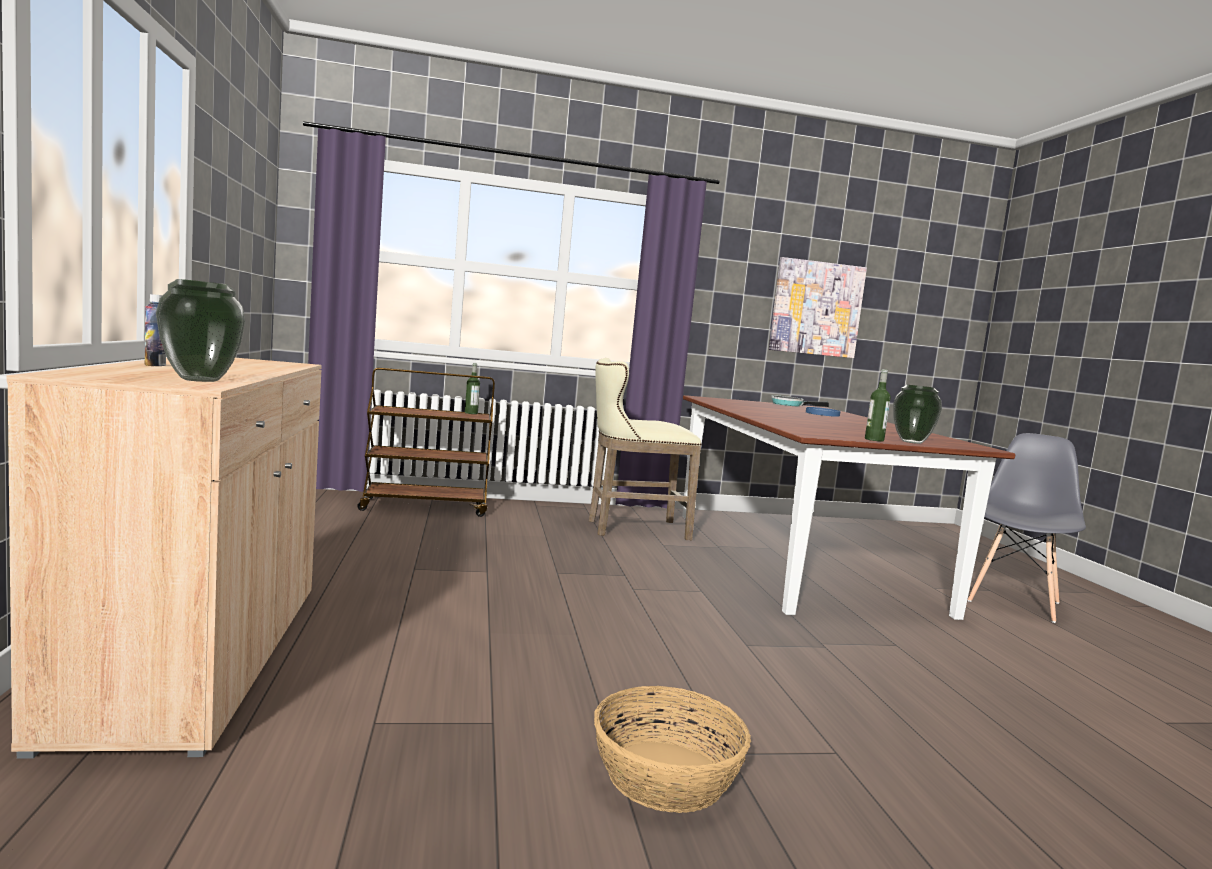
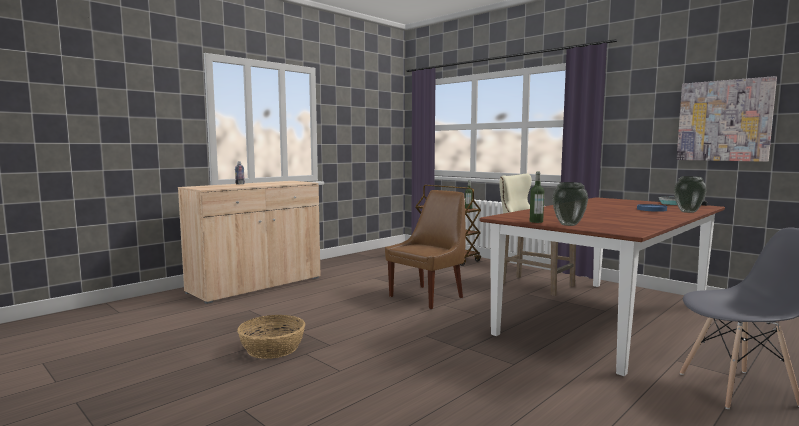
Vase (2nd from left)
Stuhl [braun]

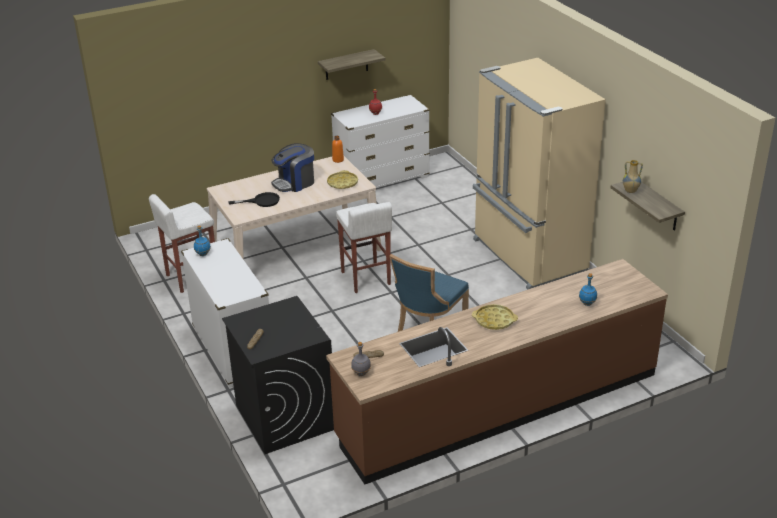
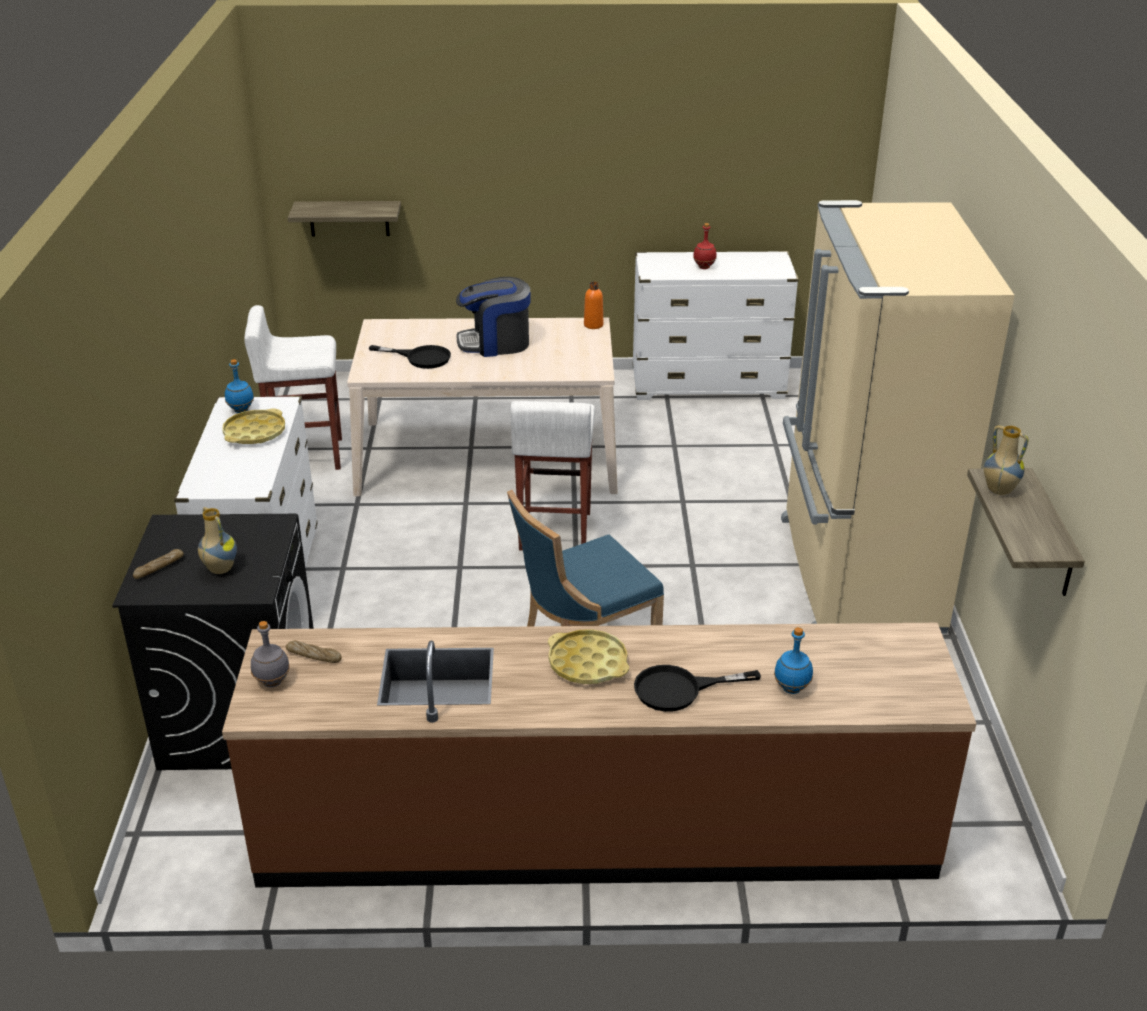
Wandregal (1st from left)
Tablett [gelb] (1st from left)
Vase (1st from left)
Pfanne [schwarz] (2nd from left)

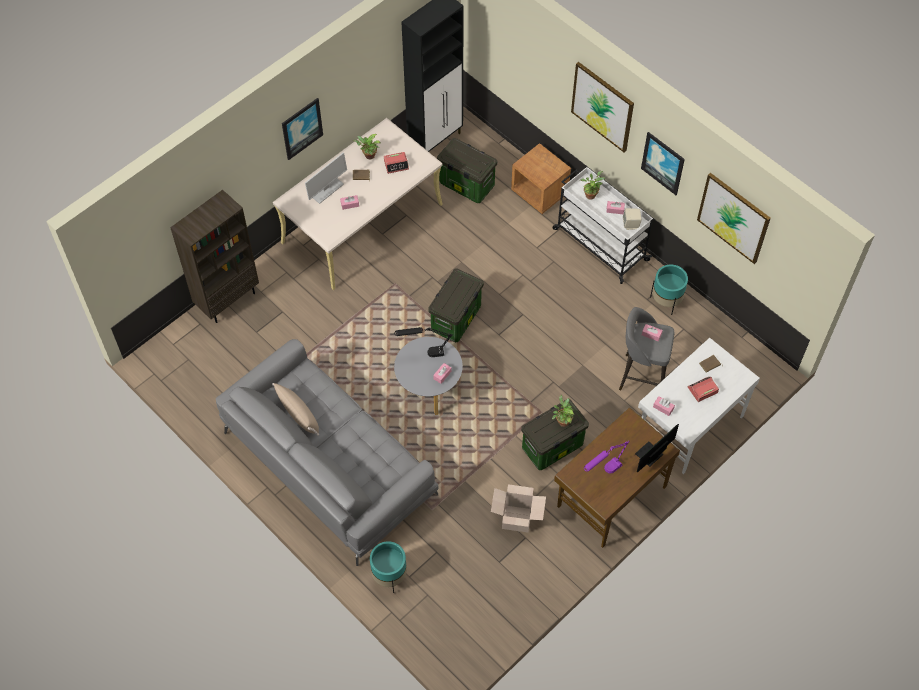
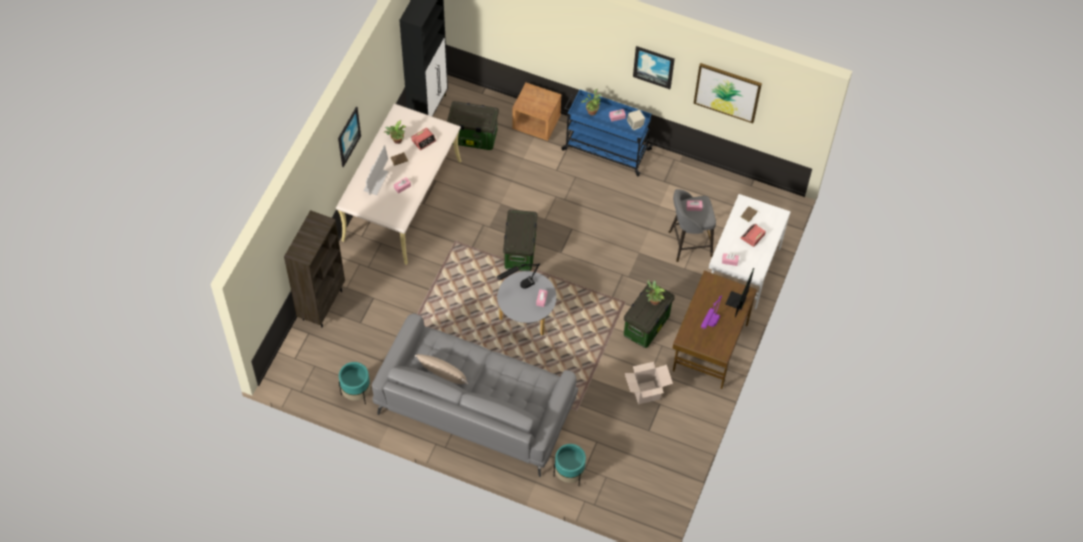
Bild (2nd from left in the first image)
Rollwagen [blau]
Pflanzkübel [türkis] (1st from left)

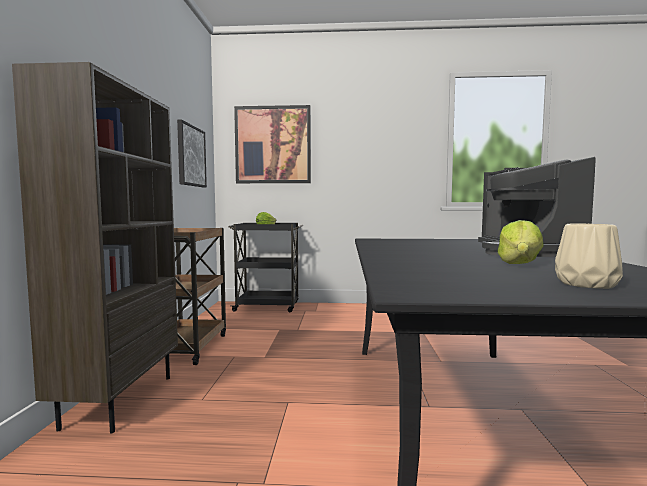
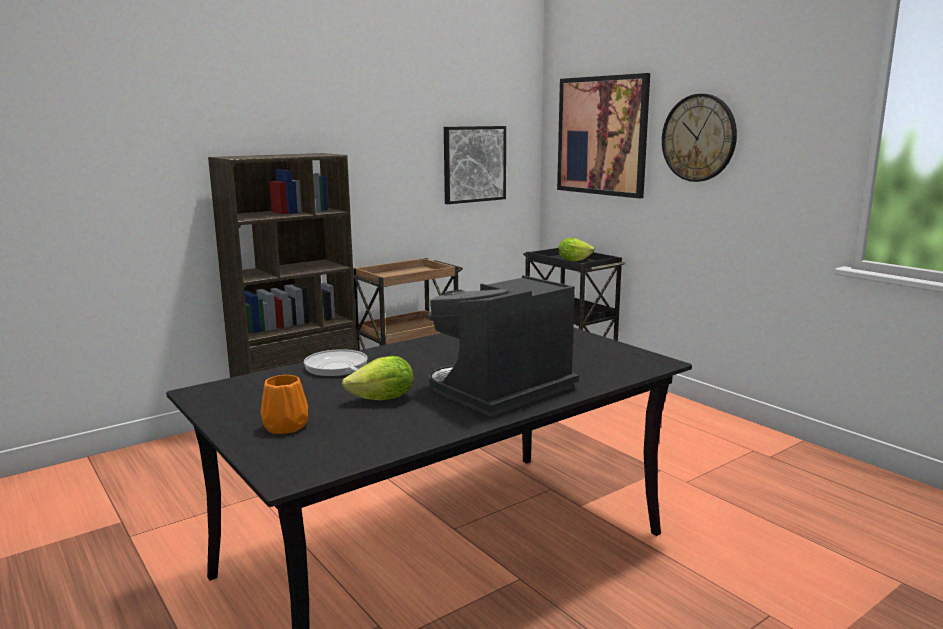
Vase [orange]
Wanduhr
Pfanne

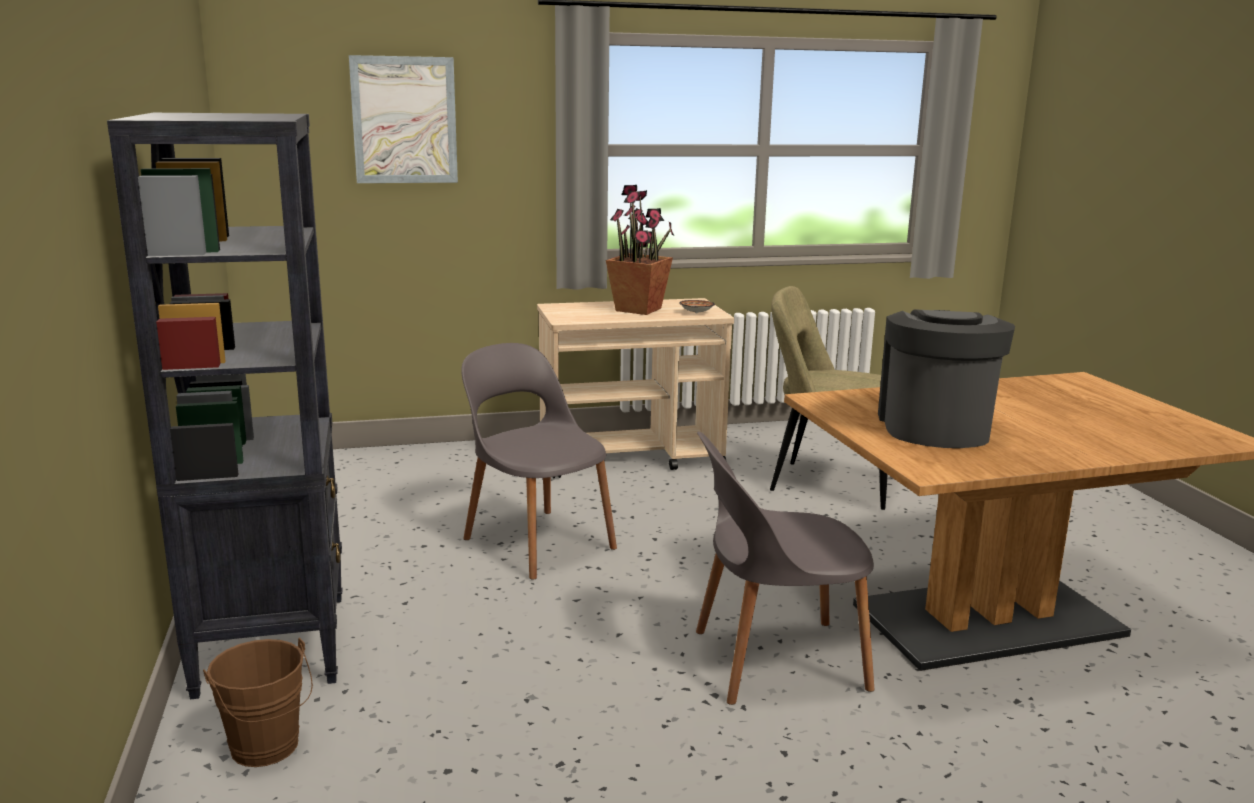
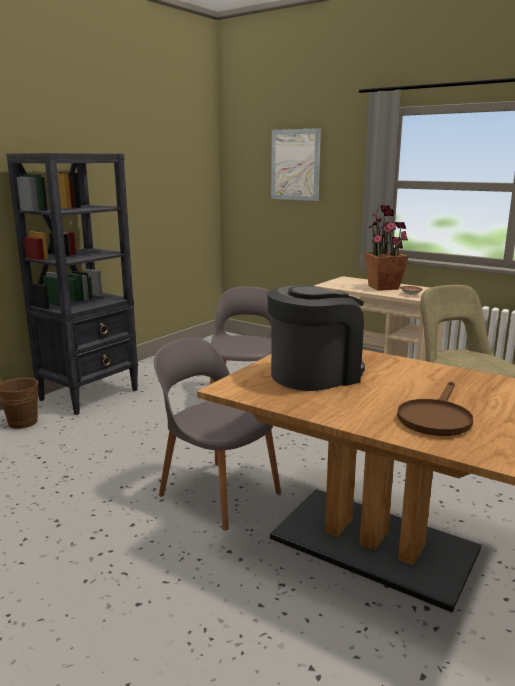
Pfanne [braun]

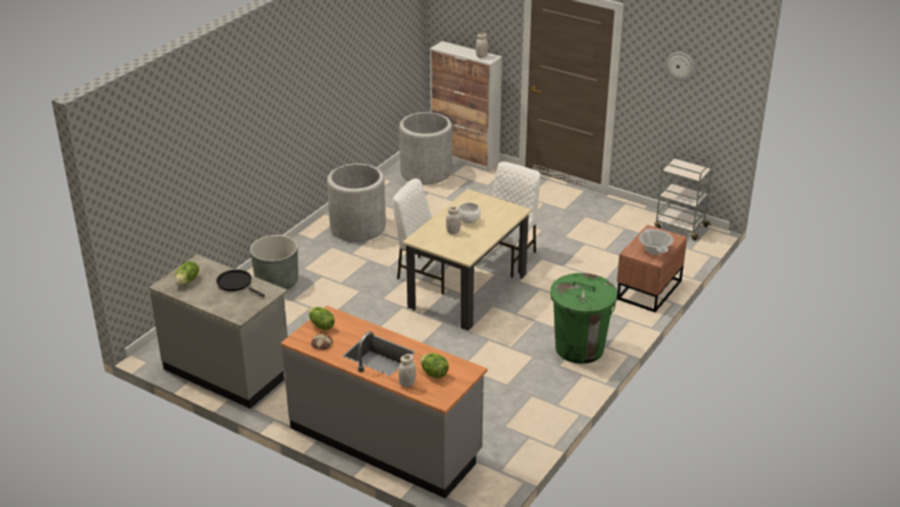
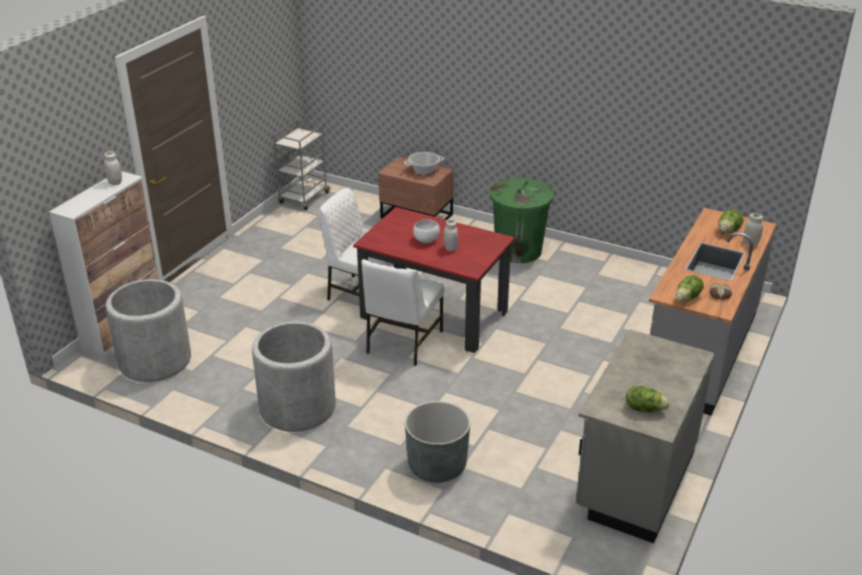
Wanduhr
Esstisch [rot]
Pfanne [schwarz]

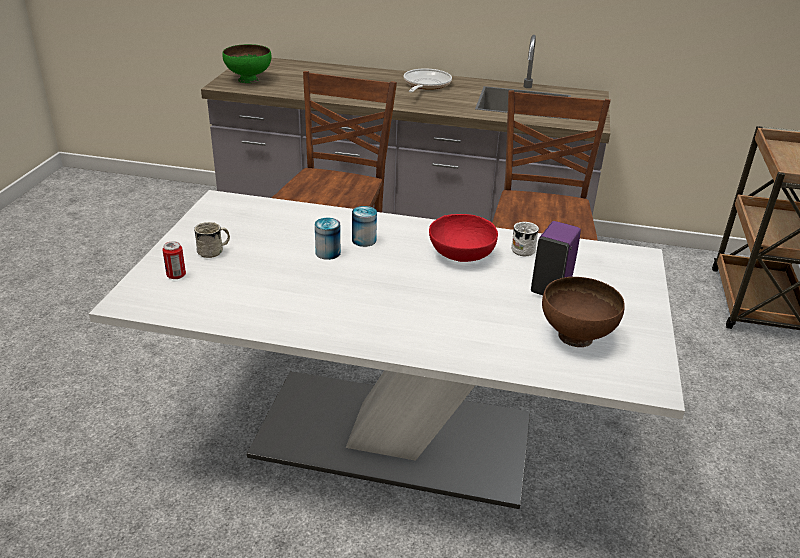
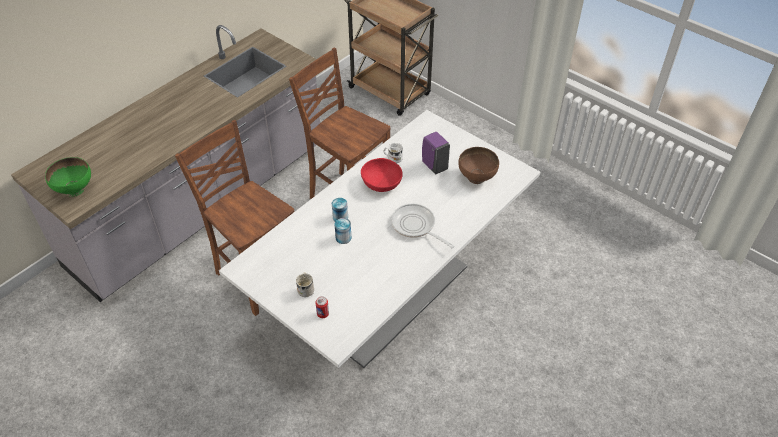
Pfanne

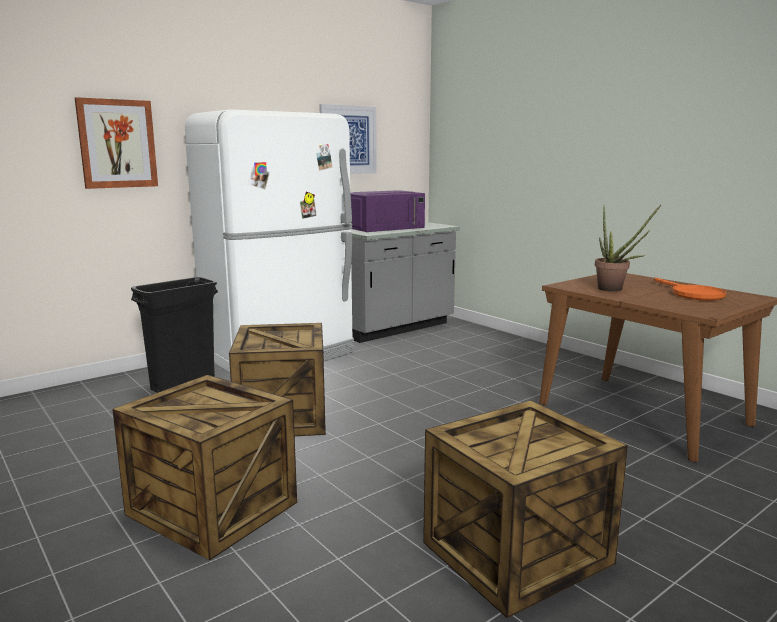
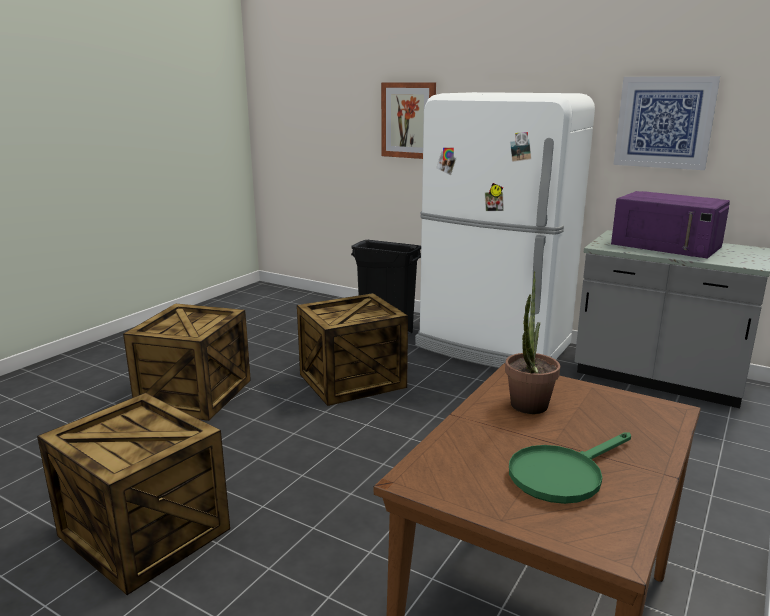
Pfanne [grün]

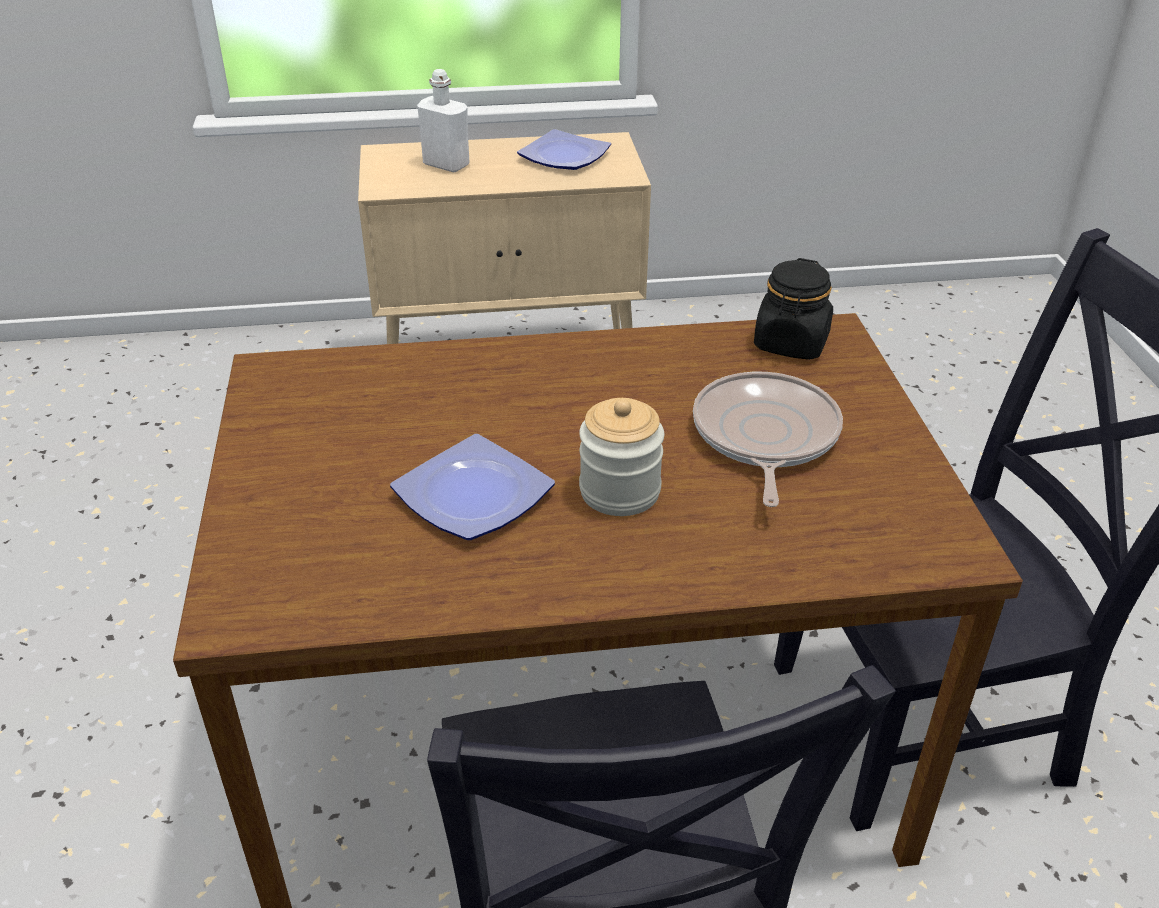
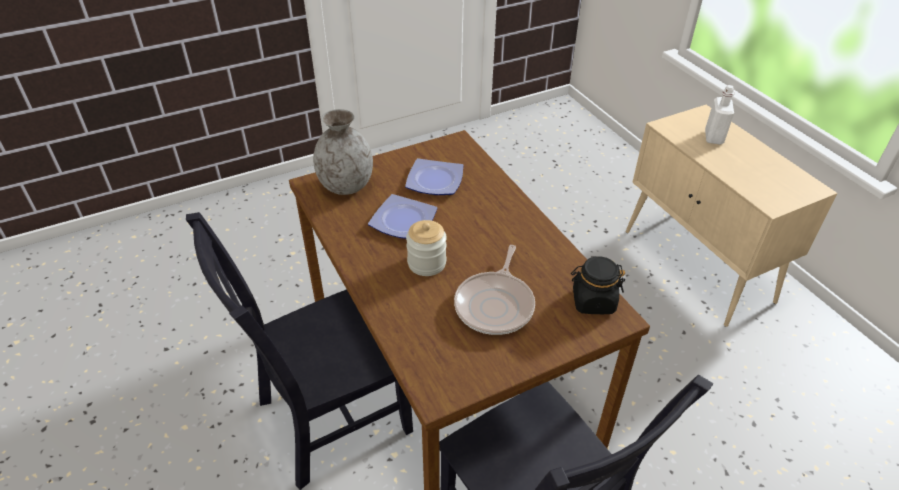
Teller (2nd from left)
Pfanne
Vase [grau]

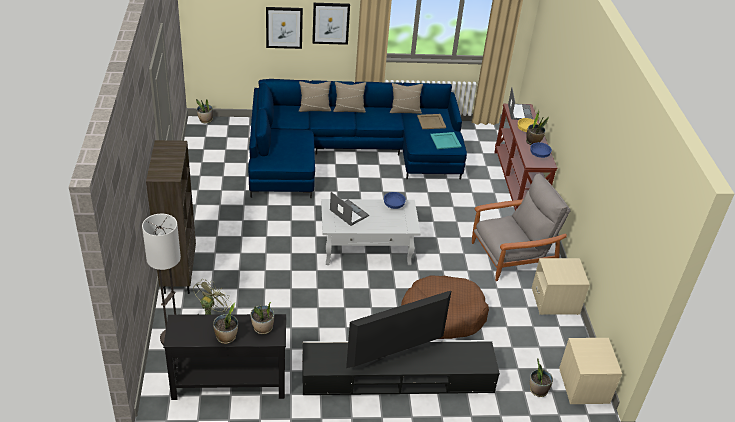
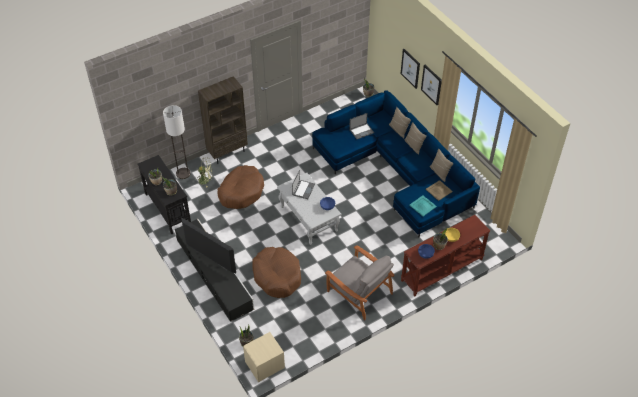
Laptop (2nd from left)
Nachttisch [beige] (1st from left in the first image)
Hundebett [braun] (1st from left)

